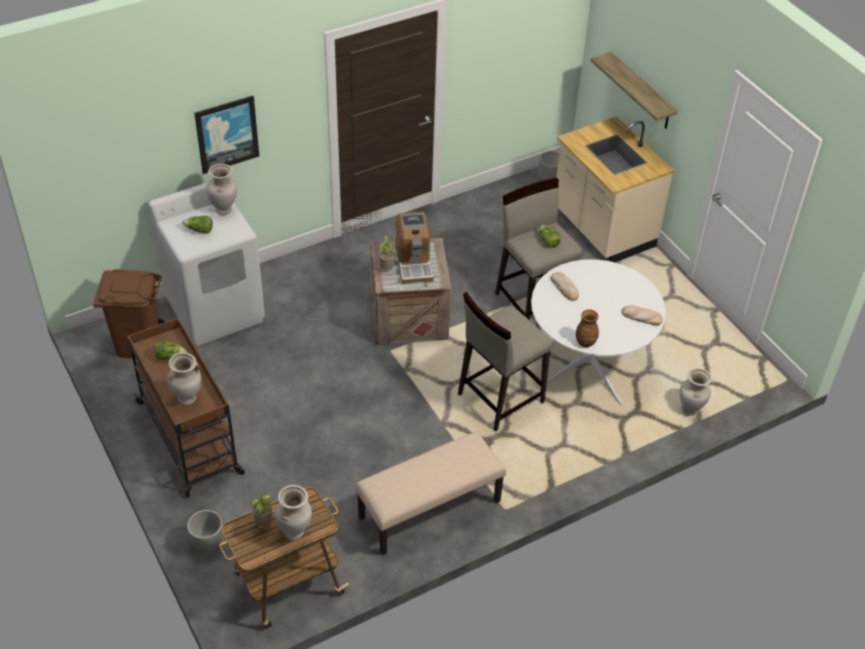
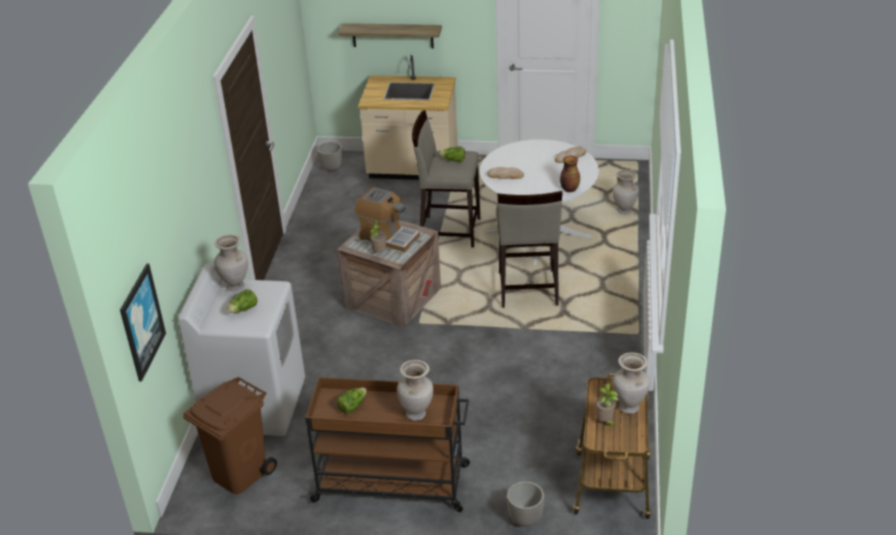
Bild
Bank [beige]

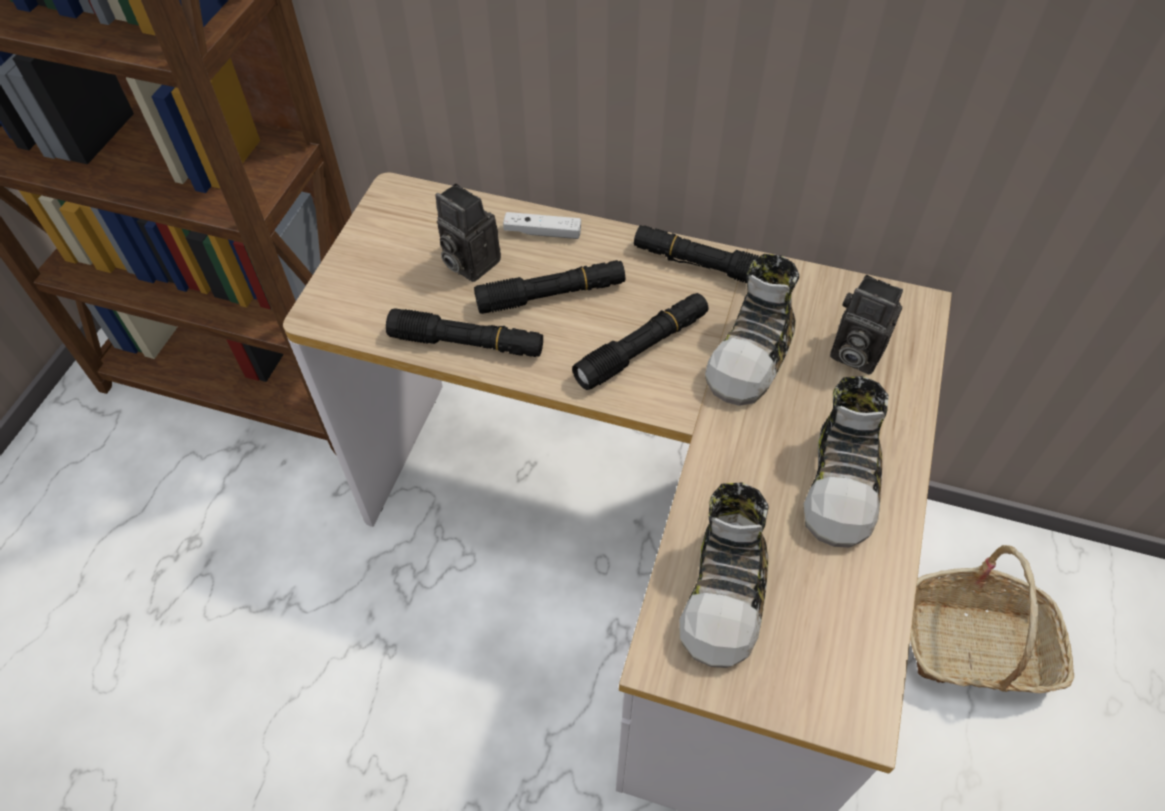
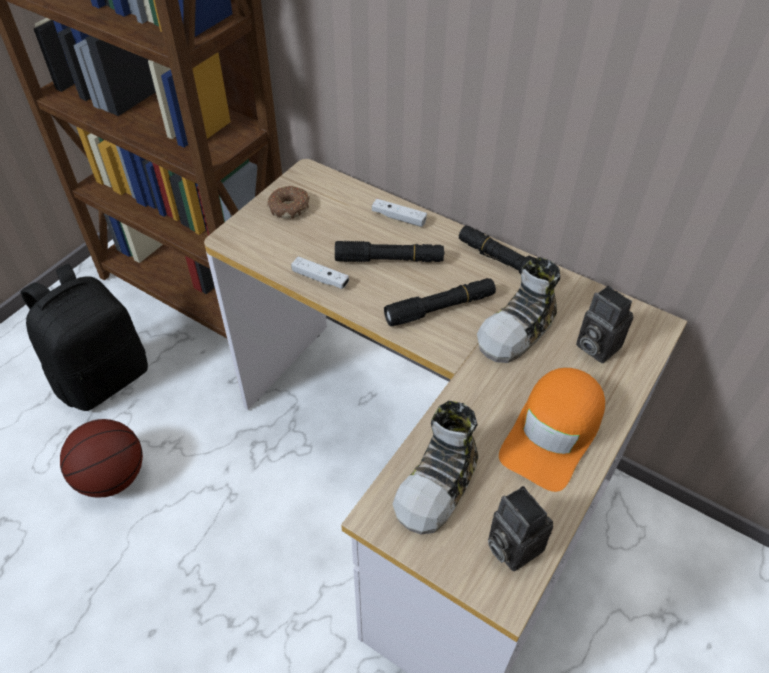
Kamera (1st from left)
Gamepad [weiß] (1st from left)
Kappe [orange]
Korb
Donut
Rucksack [schwarz]
Basketball

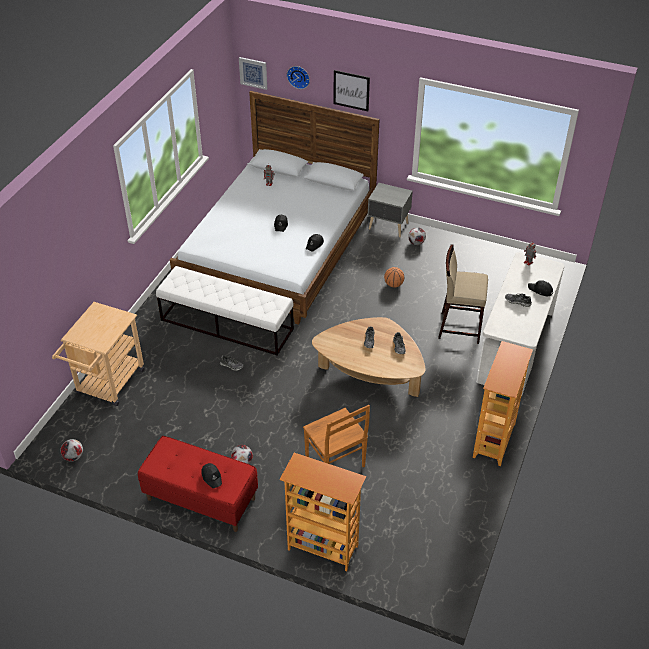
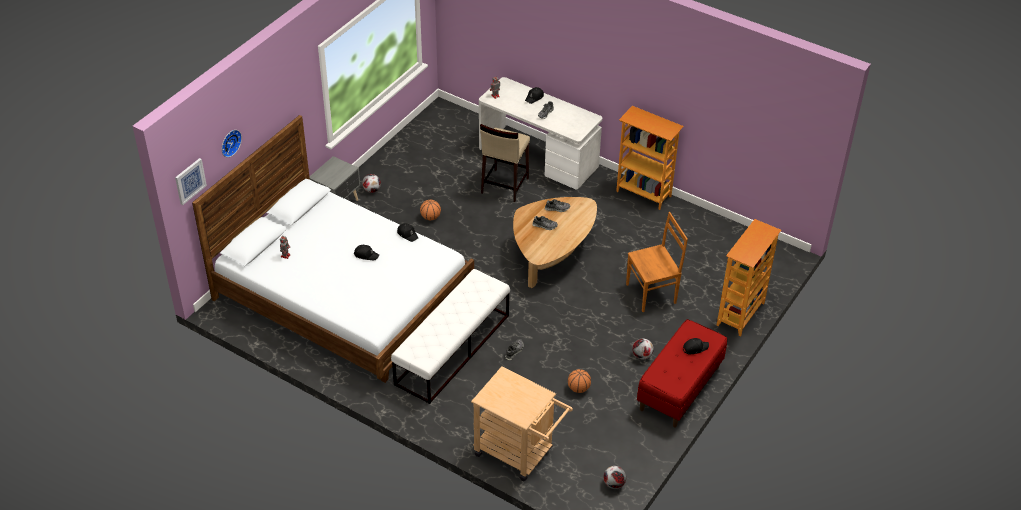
Bild (2nd from left in the first image)
Basketball (2nd from left)

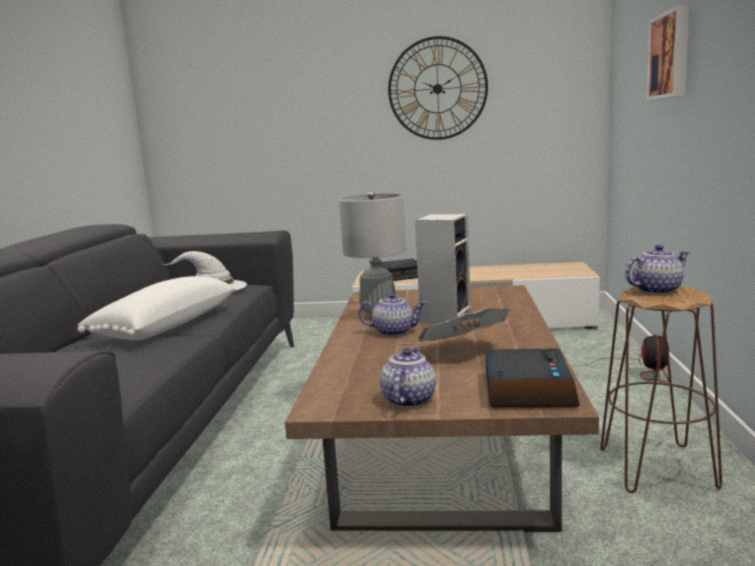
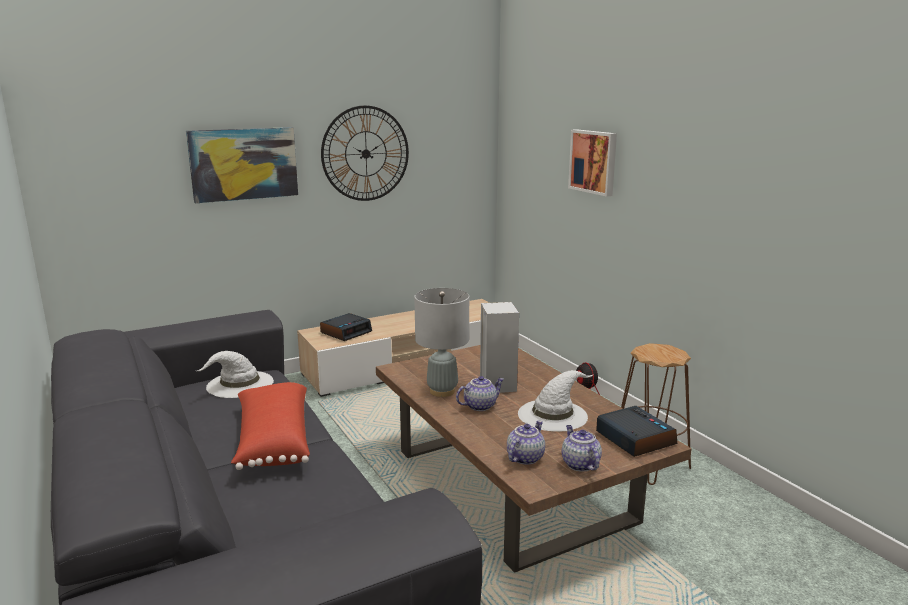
Teekanne (2nd from left)
Kissen [rot]
Hut [weiß] (2nd from left)
Bild (1st from left)

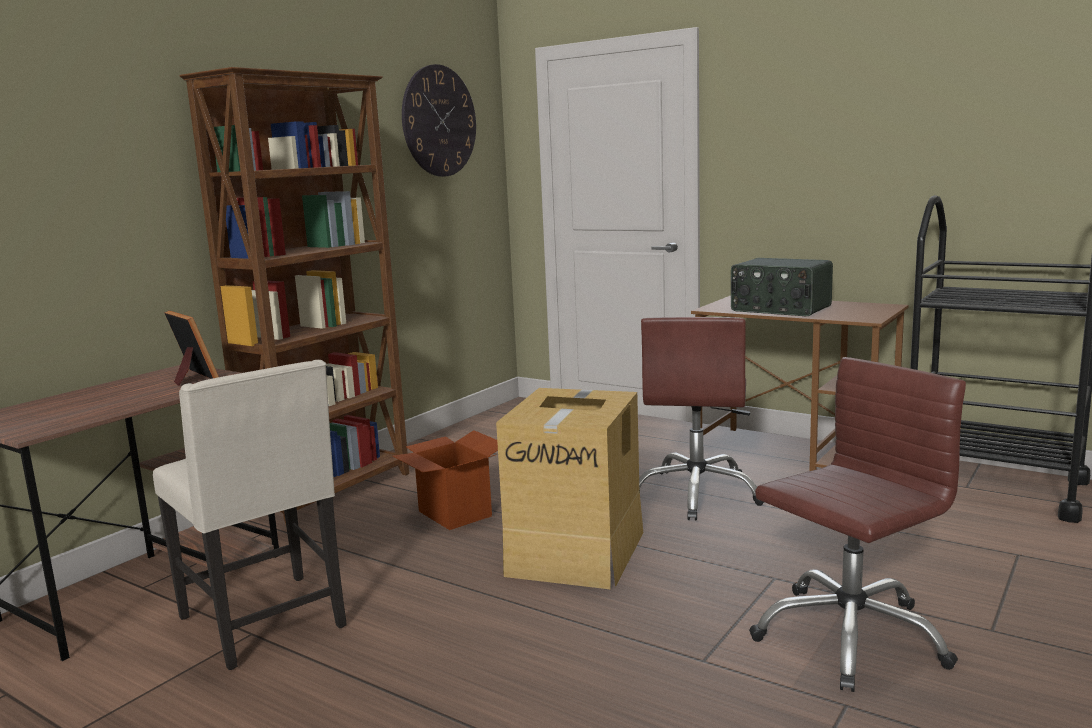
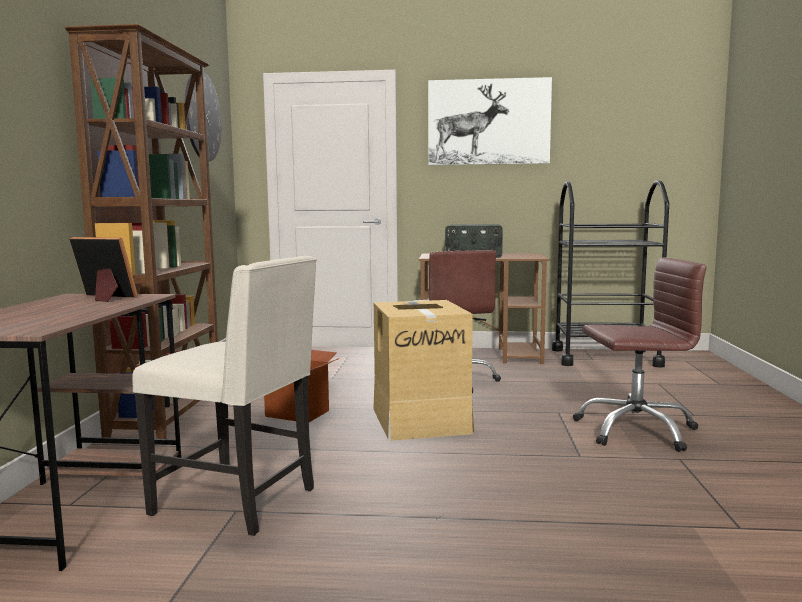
Bürostuhl [braun] (2nd from left)
Bild

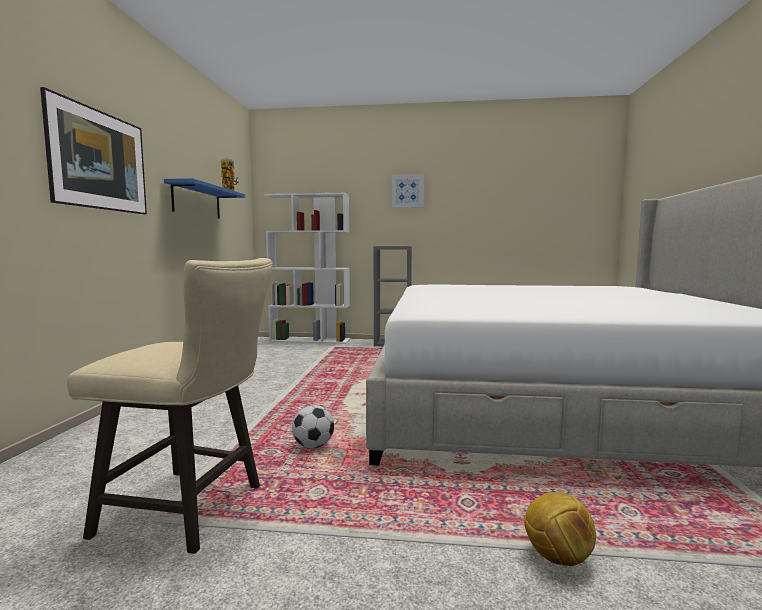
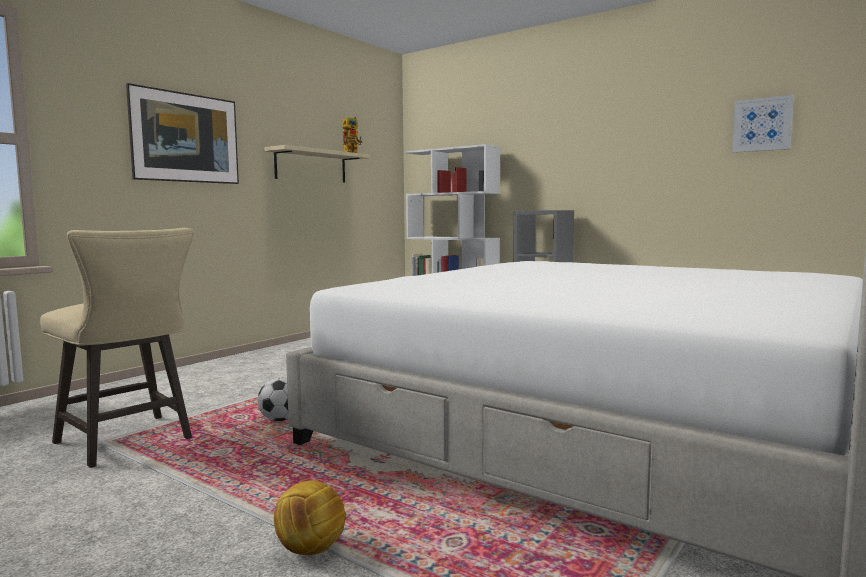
Bild (2nd from left)
Wandregal [beige]

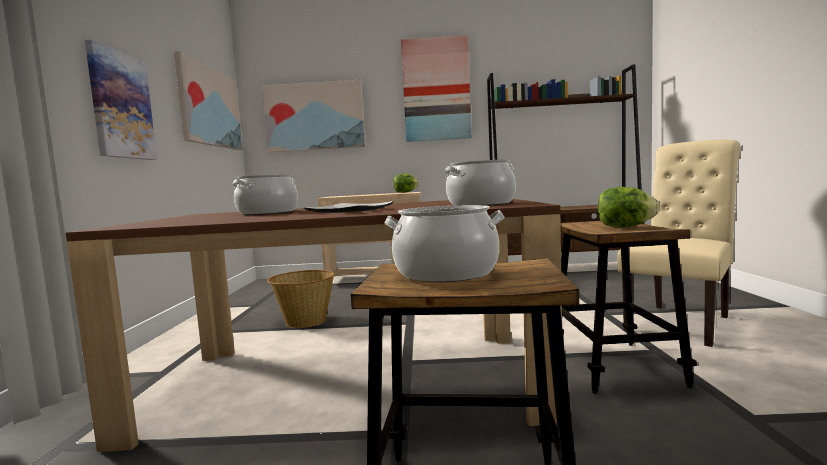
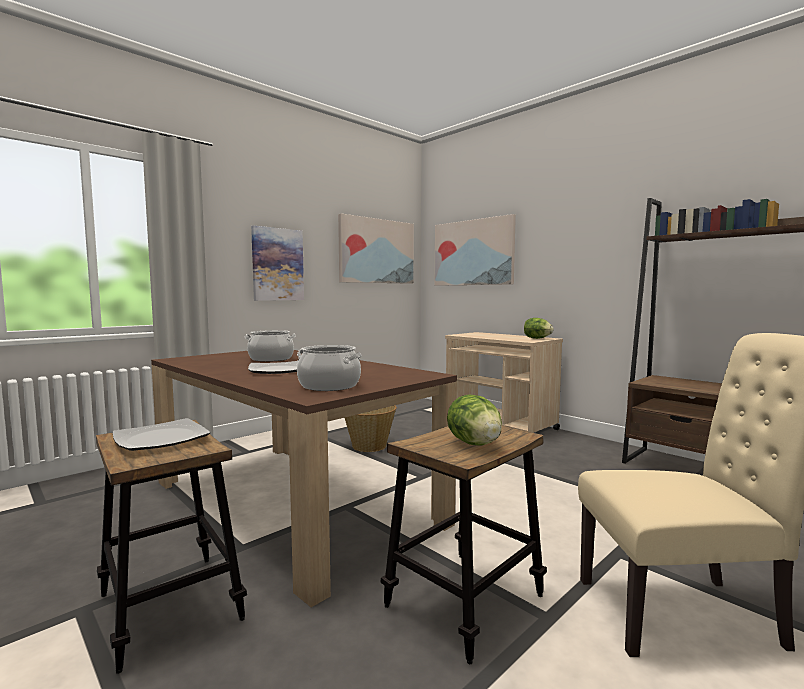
Bild (4th from left in the first image)
Teller (1st from left)

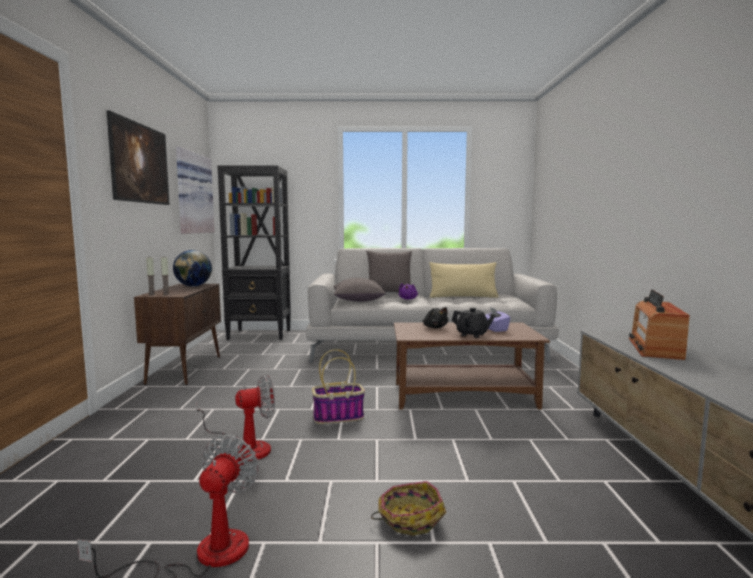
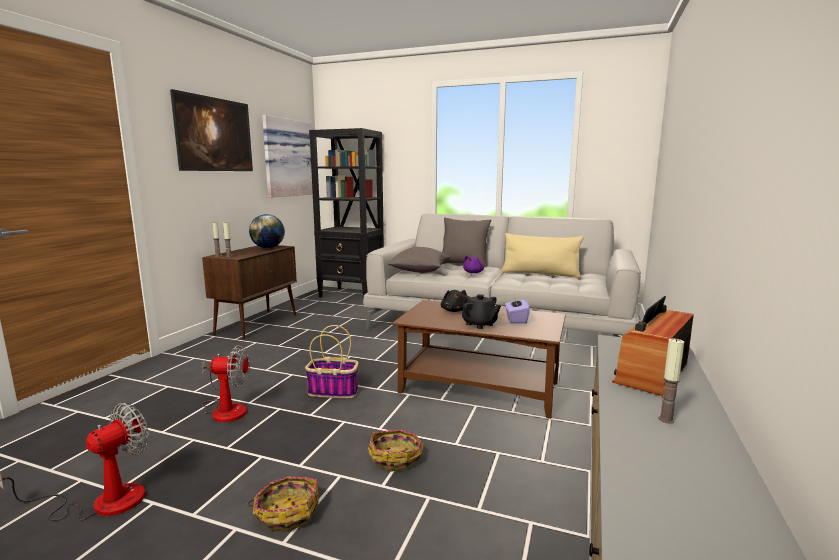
Kerze (3rd from left)
Korb (3rd from left)

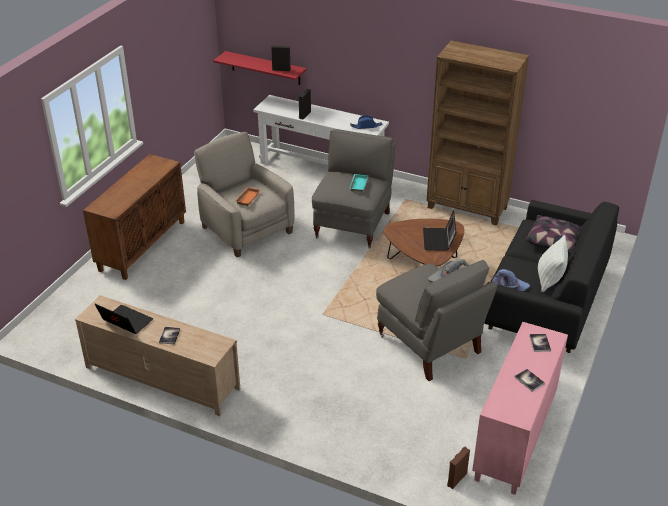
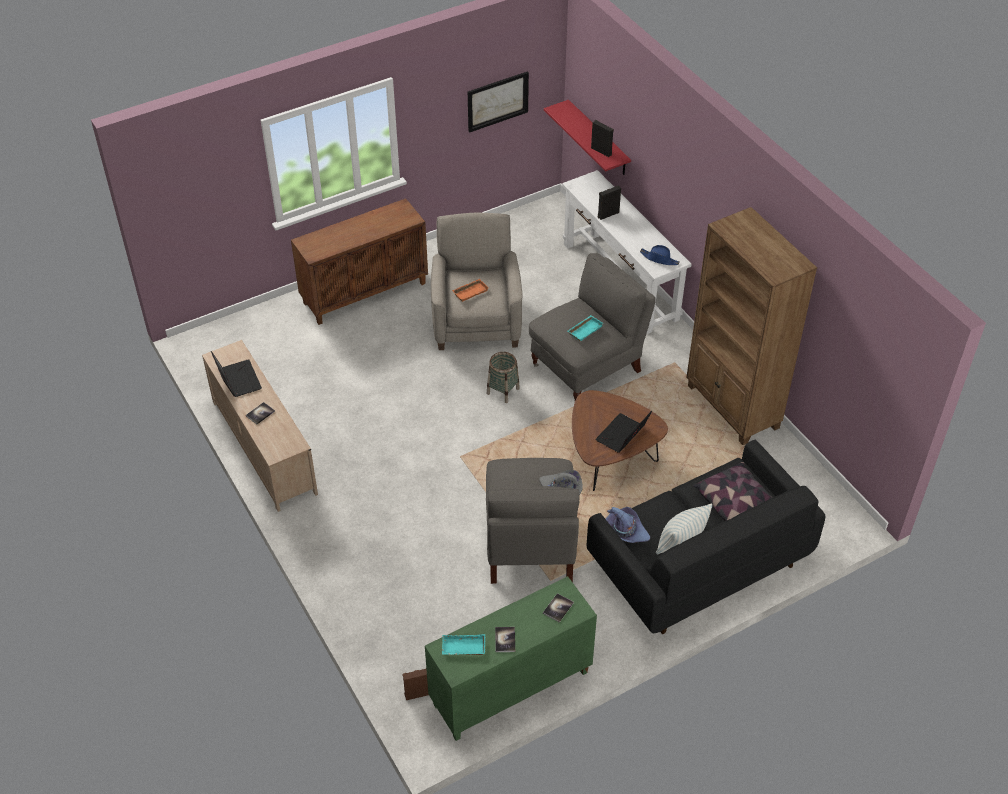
Schrank [grün]
Bild
Korb
Tablett [türkis] (1st from left)

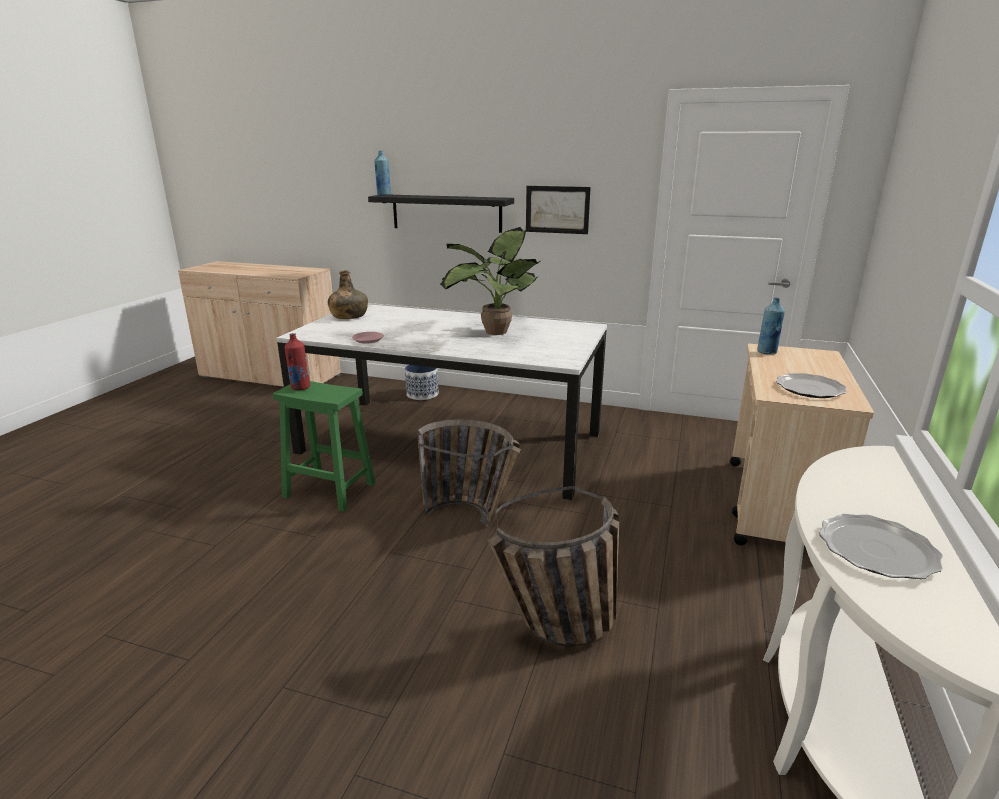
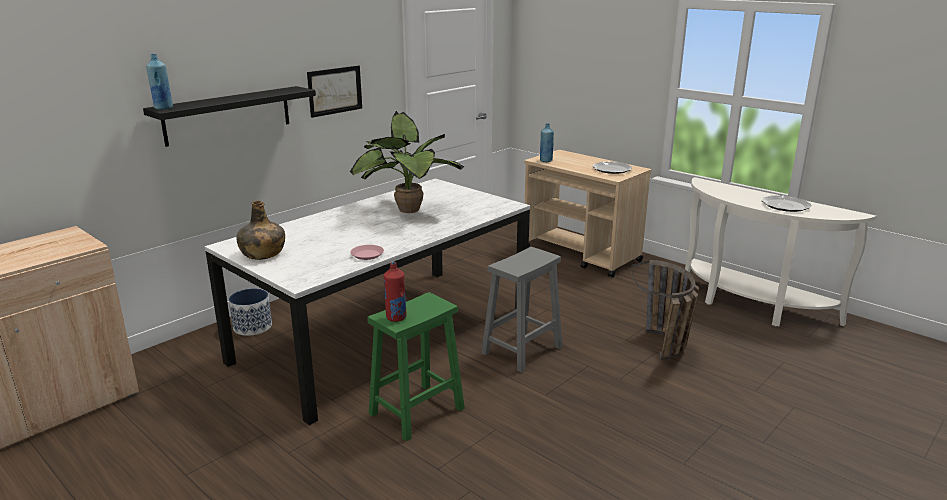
Hocker [grau]

